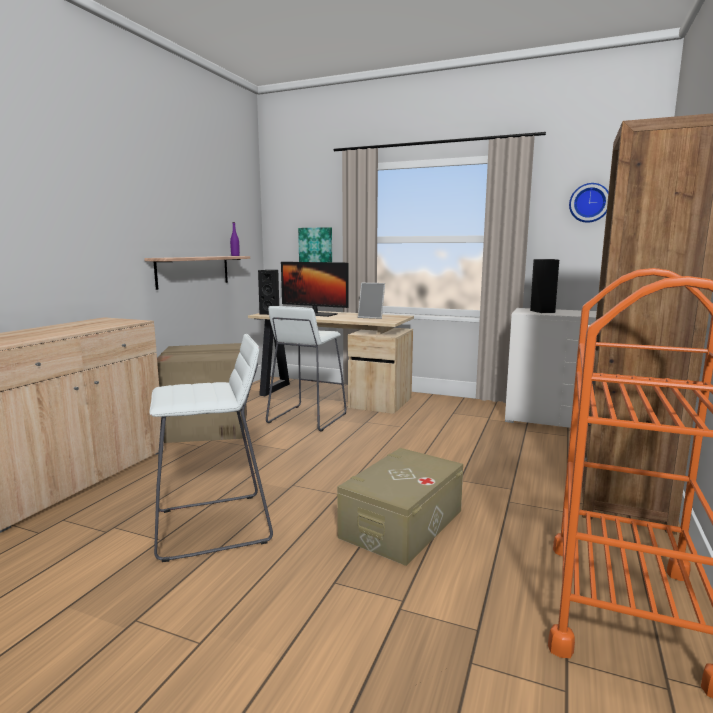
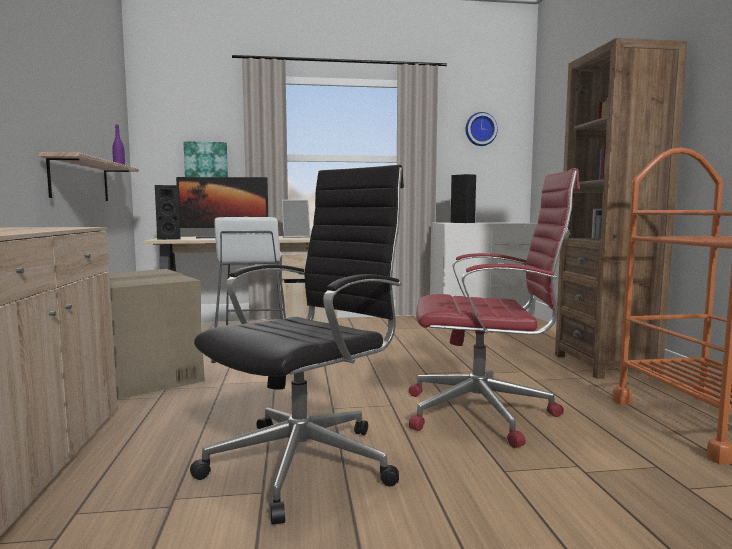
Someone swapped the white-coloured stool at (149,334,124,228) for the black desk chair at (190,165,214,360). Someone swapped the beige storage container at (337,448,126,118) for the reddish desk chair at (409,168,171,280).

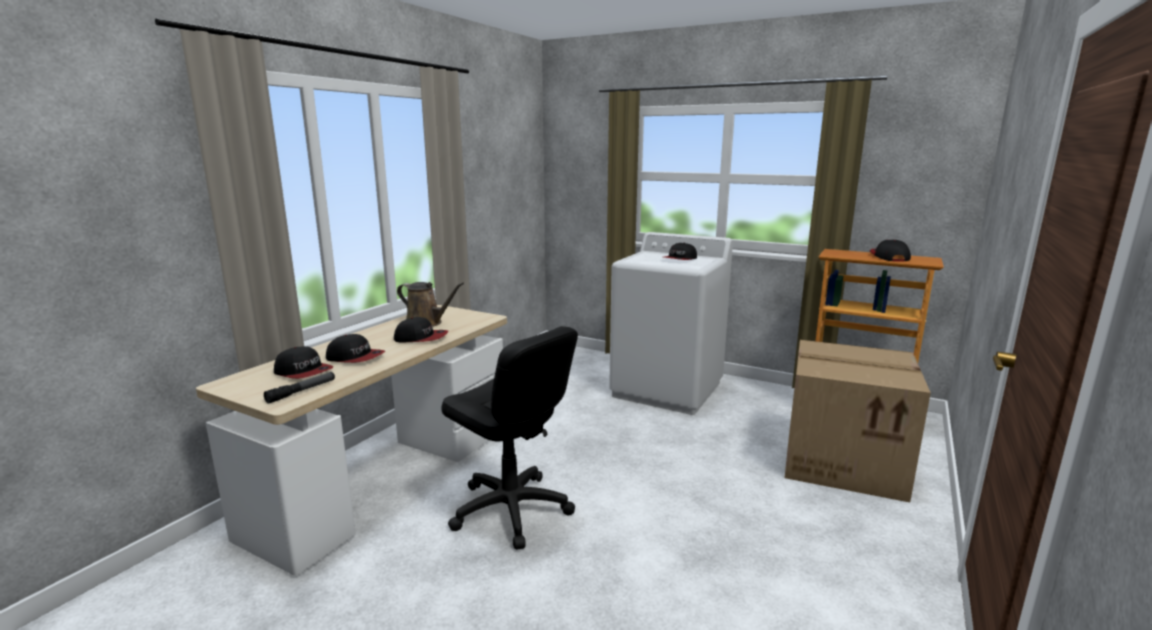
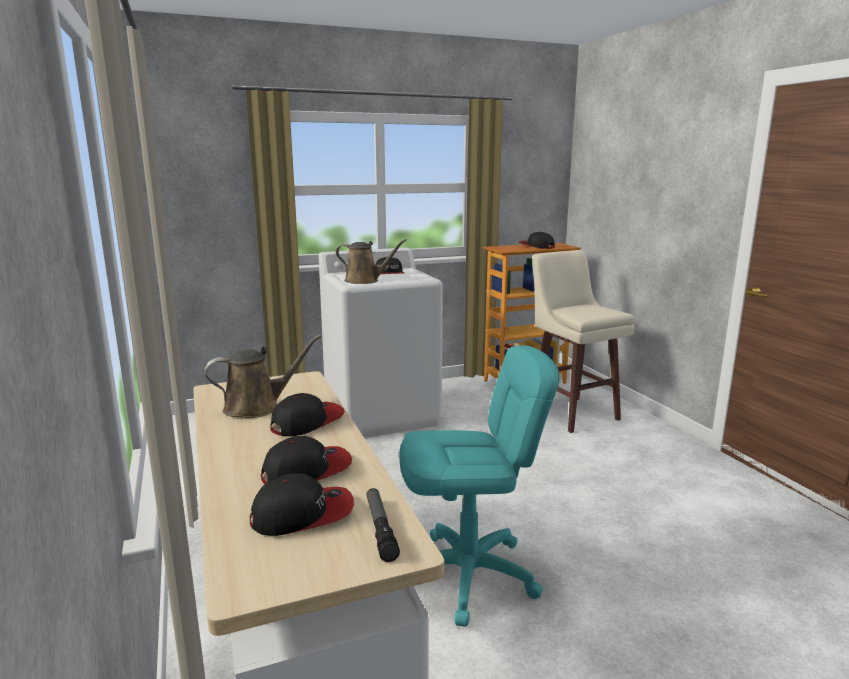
Someone repainted the black desk chair at (441,326,137,224), which became the turquoise-coloured desk chair at (399,346,161,281). Someone swapped the packing box at (785,340,146,162) for the beige stool at (532,250,103,183). Someone put down the brown-coloured sprinkling can at (336,239,71,45).

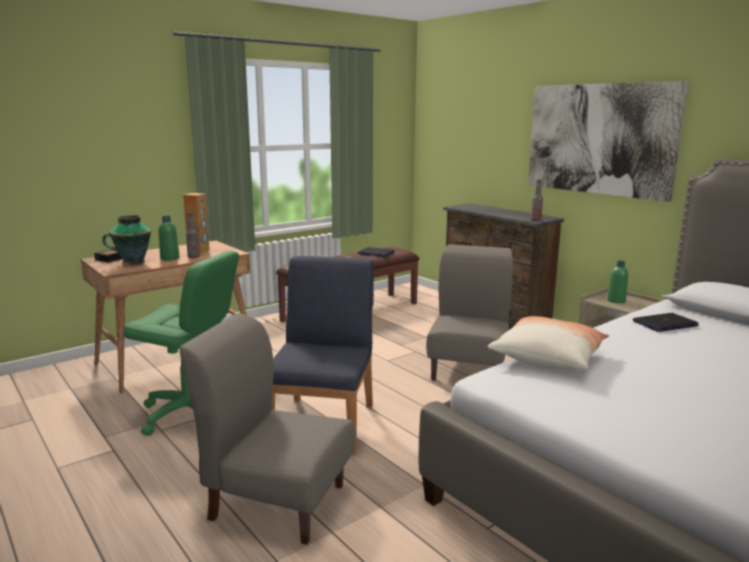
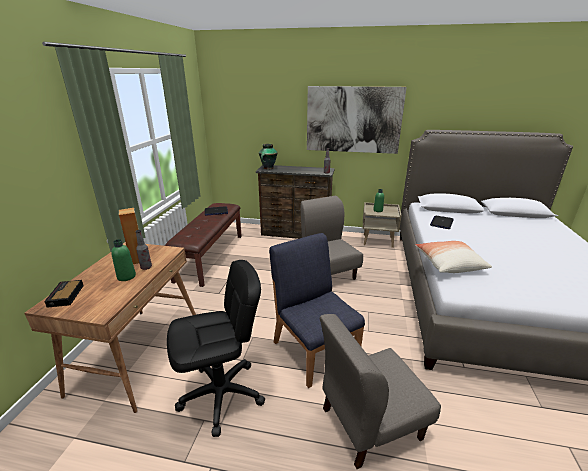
Someone carried the decorative vase from (102,215,49,51) to (259,144,19,25). Someone repainted the green-coloured desk chair at (123,251,116,185), which became the black desk chair at (167,260,98,177).

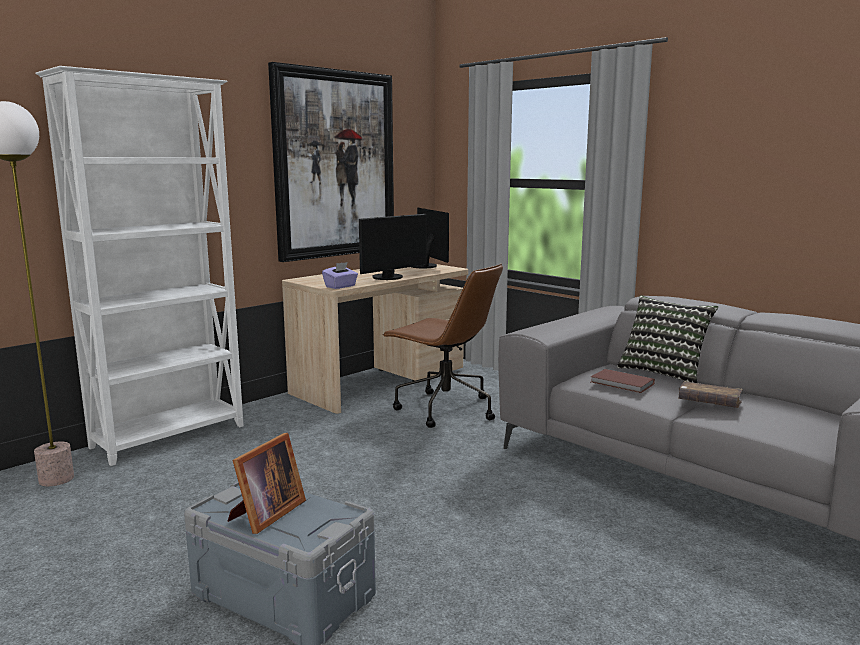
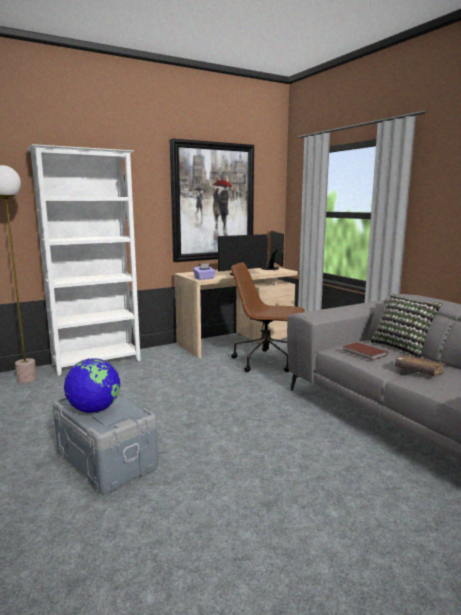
Someone swapped the picture frame at (228,433,78,101) for the desk globe at (64,358,56,55). Someone rotated the brown-coloured desk chair at (382,264,121,164) by 150 degrees clockwise.

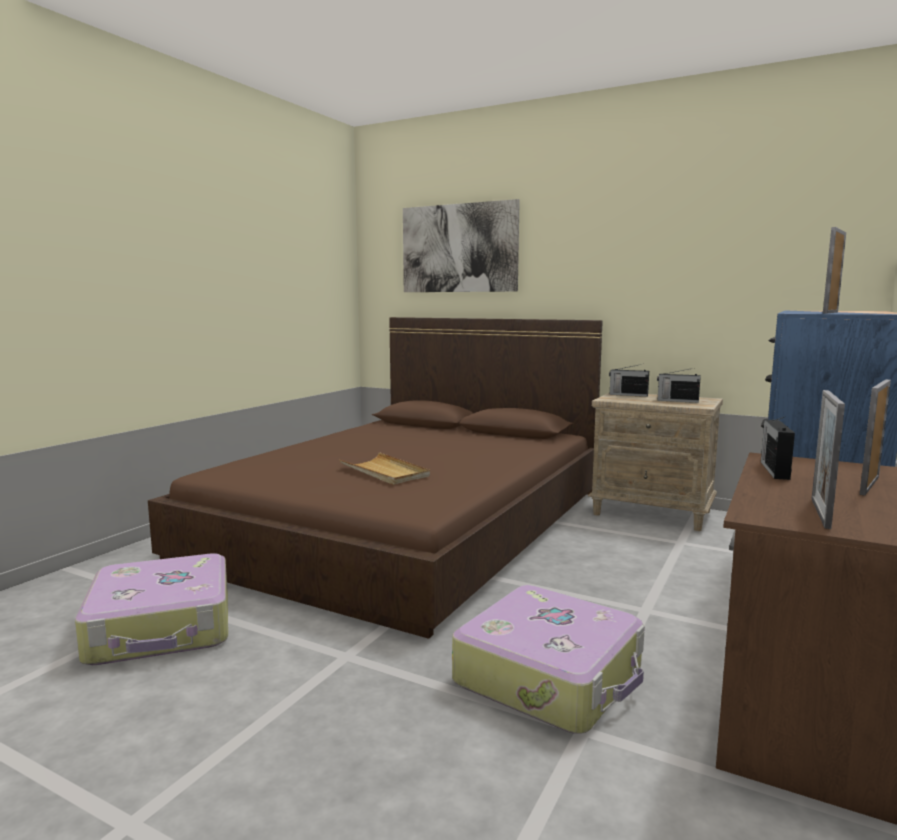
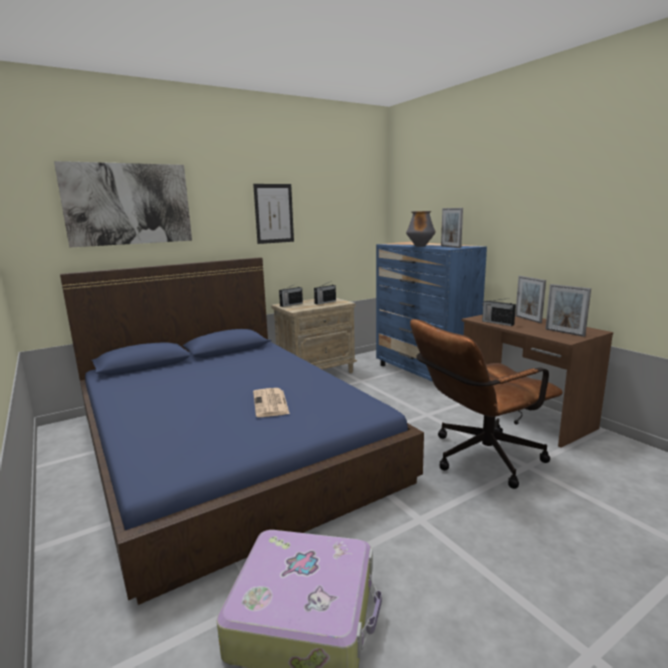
Someone repainted the brown-coloured bedroom bed at (148,317,455,322), which became the bluish bedroom bed at (60,257,364,348). Someone swapped the beige tray at (340,452,90,33) for the newspaper at (253,388,37,29). Someone swapped the suitcase at (452,585,193,149) for the brown-coloured desk chair at (410,319,153,170). Someone put up the wall picture at (253,184,41,60). Someone put down the decorative vase at (406,211,29,36).

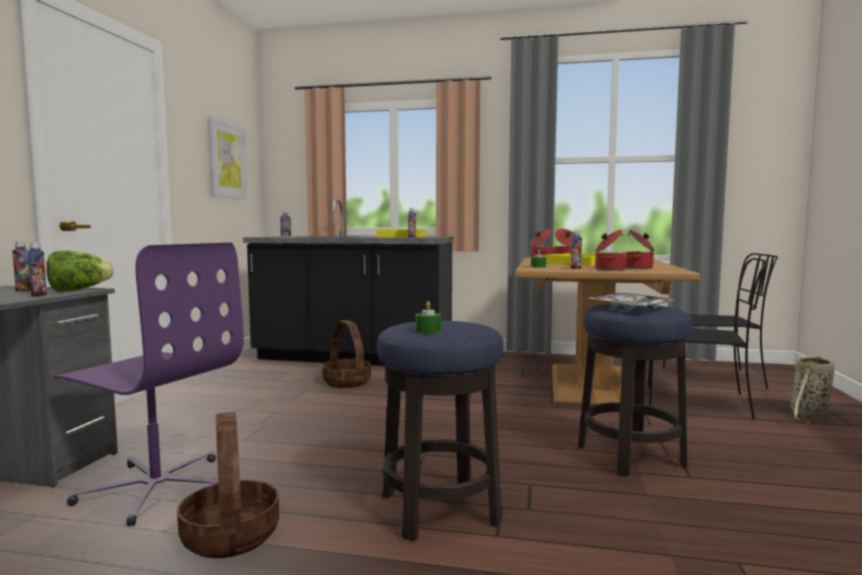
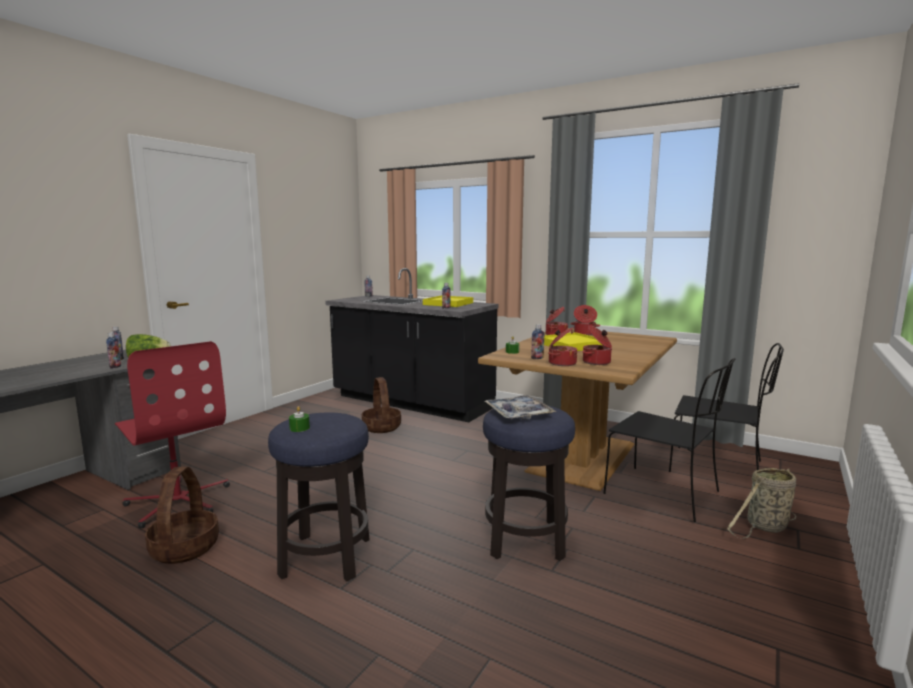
Someone repainted the purple-coloured desk chair at (53,243,191,283), which became the reddish desk chair at (115,341,115,187). Someone took away the wall picture at (207,116,40,83).

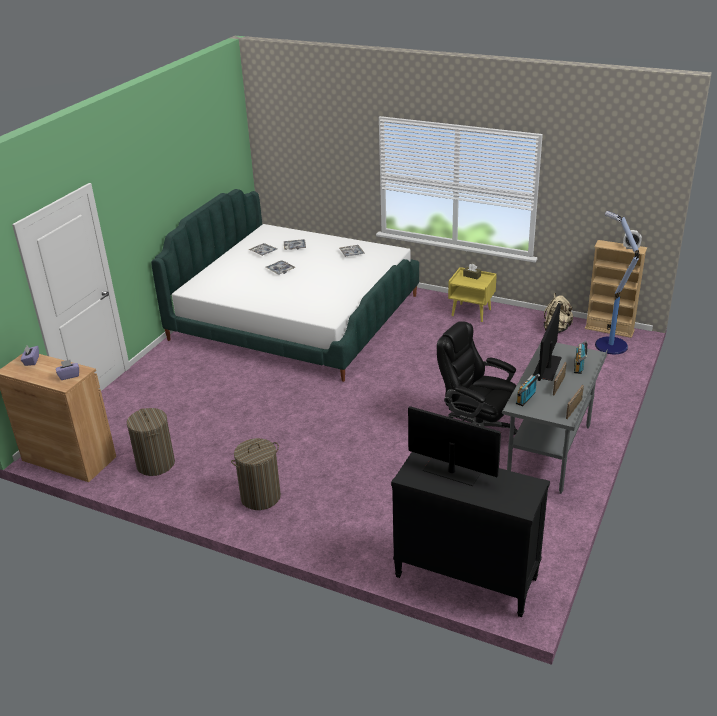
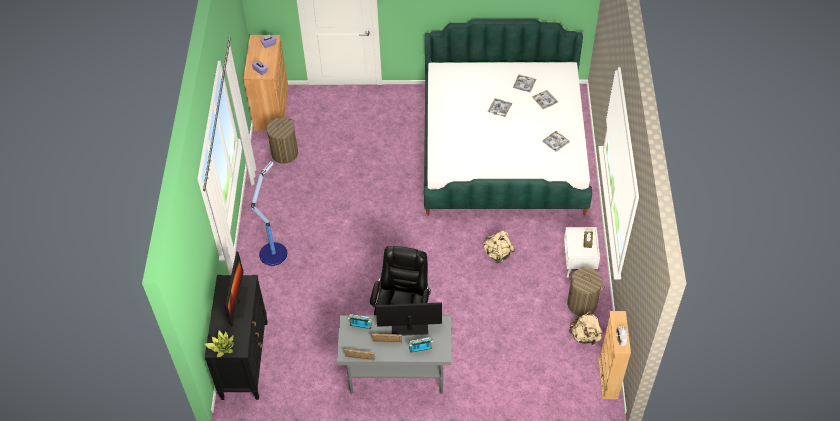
Someone carried the washing basket from (231,438,50,72) to (567,267,38,49). Someone repainted the yellow-coloured nightstand at (448,267,49,55), which became the white-coloured nightstand at (564,227,36,51). Someone carried the standard lamp from (595,211,44,143) to (251,161,36,105). Someone put down the potted plant at (204,330,30,27). Someone put down the beige knapsack at (483,231,32,32).

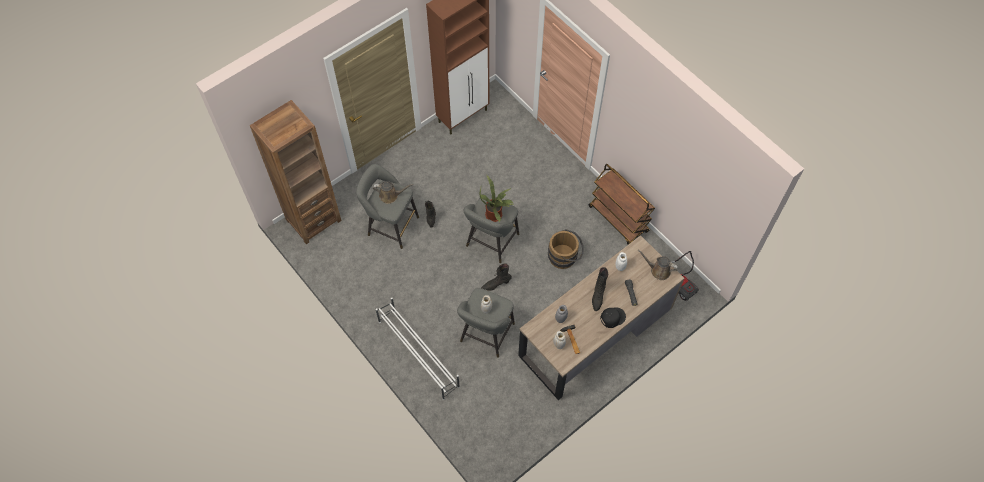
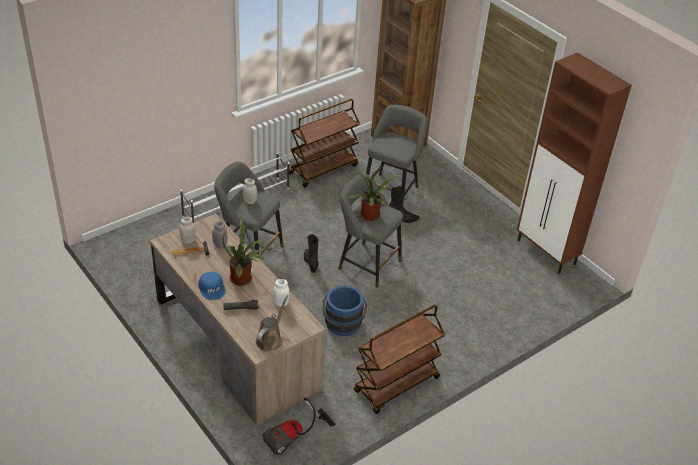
Someone took away the brown-coloured sprinkling can at (373,181,40,23). Someone repainted the brown-coloured pail at (548,229,36,40), which became the bluish pail at (323,286,44,50). Someone swapped the black high-top boot at (592,267,16,44) for the potted plant at (223,219,41,67). Someone repainted the black baseball cap at (600,307,26,21), which became the bluish baseball cap at (198,272,28,28). Someone put down the brown-coloured wheeled cart at (289,99,71,88).

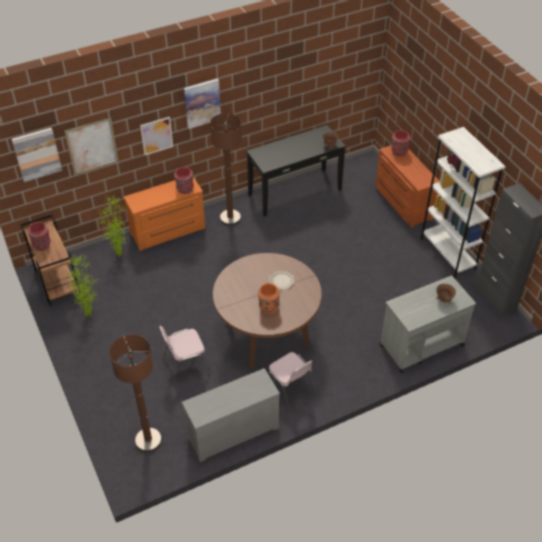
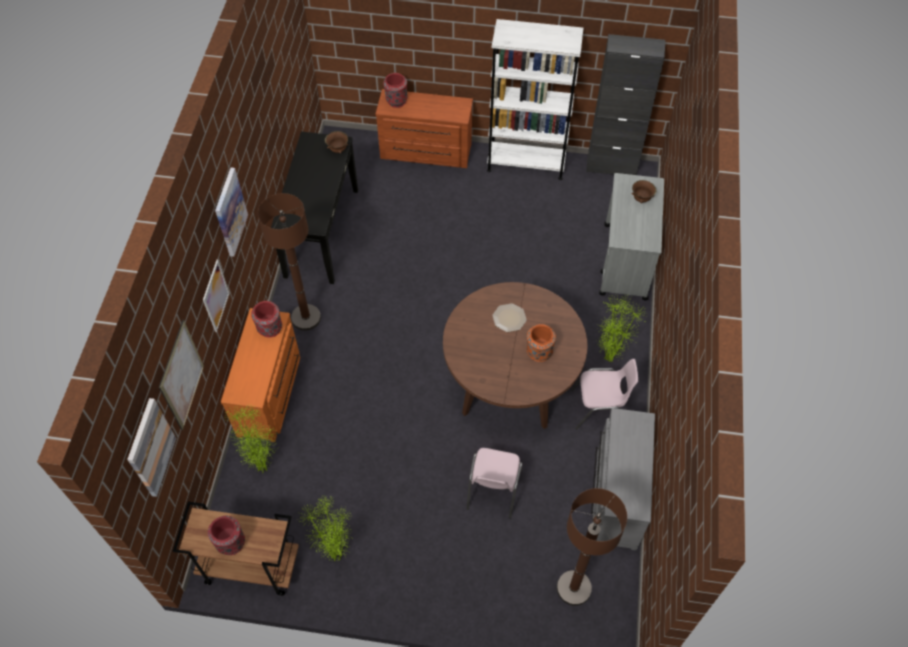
Someone put down the potted plant at (598,295,47,67).

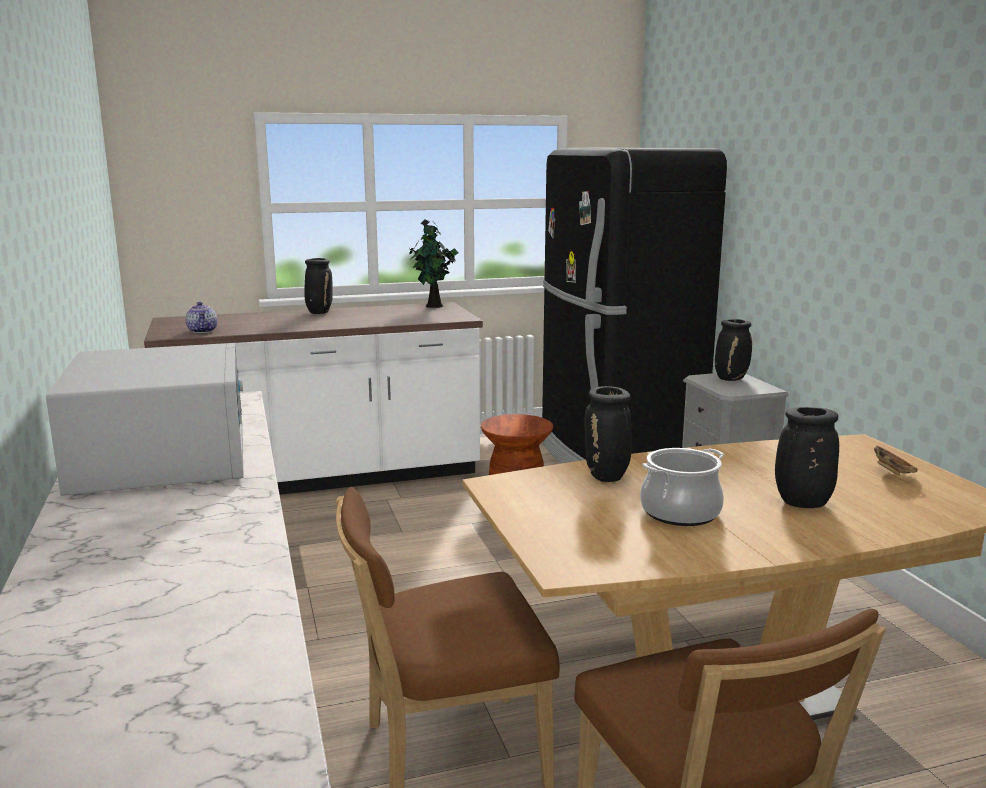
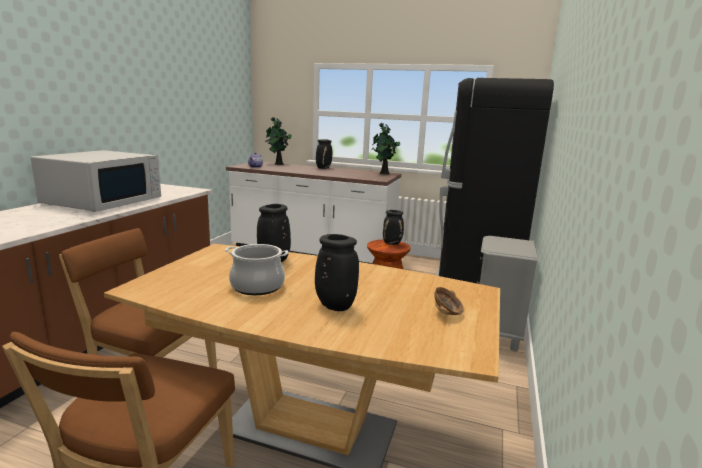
Someone carried the black decorative vase from (715,319,37,62) to (383,210,21,35). Someone put down the potted plant at (266,117,25,48).

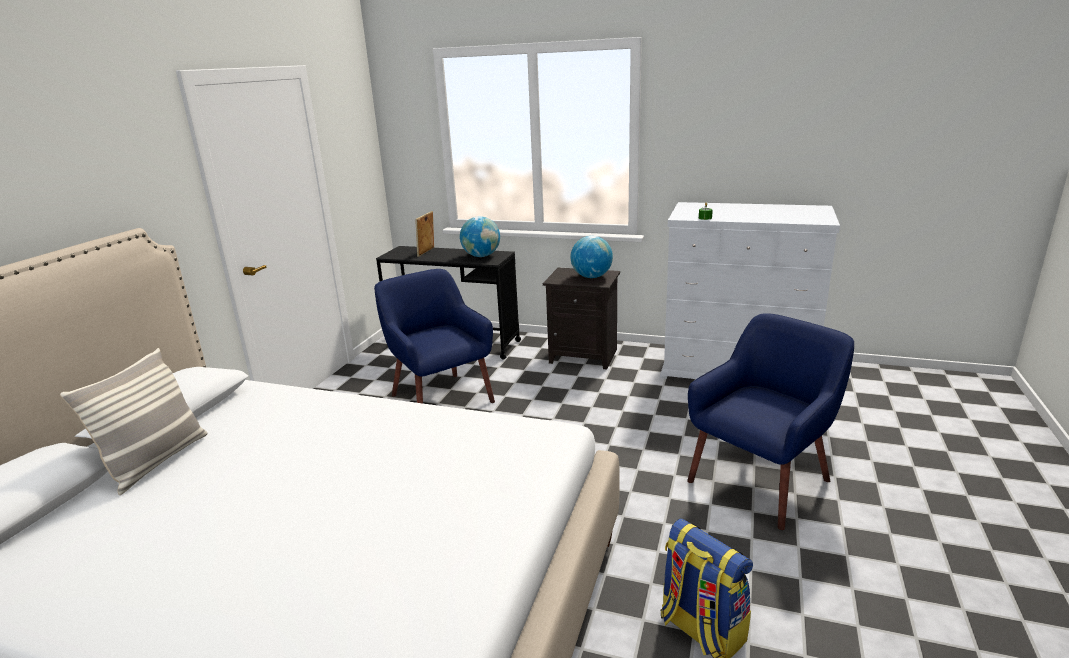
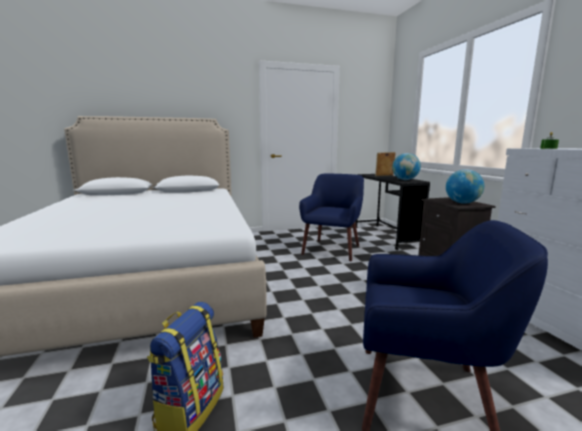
Someone took away the cushion at (60,348,148,147).

